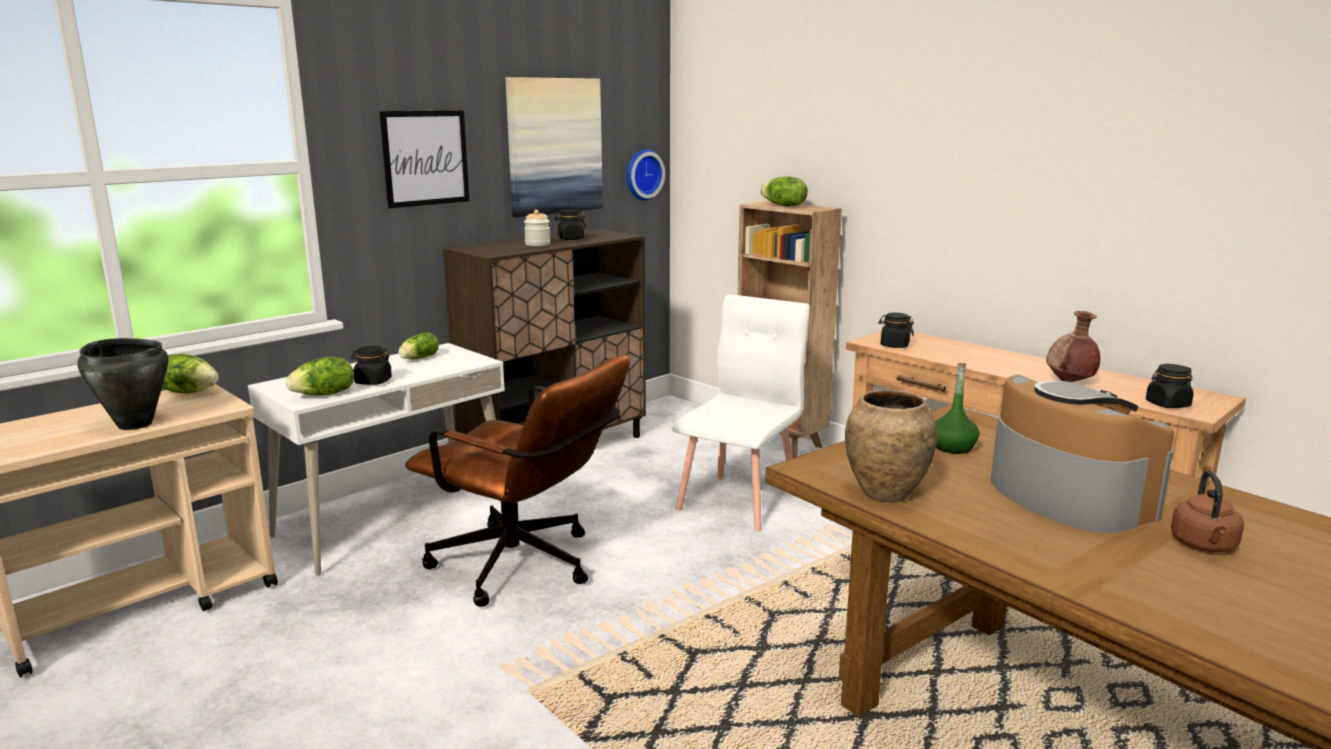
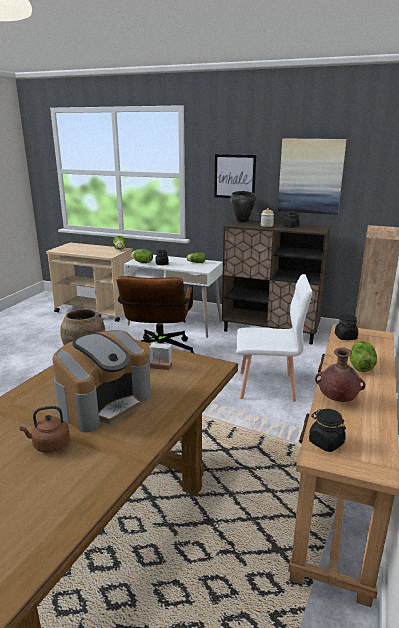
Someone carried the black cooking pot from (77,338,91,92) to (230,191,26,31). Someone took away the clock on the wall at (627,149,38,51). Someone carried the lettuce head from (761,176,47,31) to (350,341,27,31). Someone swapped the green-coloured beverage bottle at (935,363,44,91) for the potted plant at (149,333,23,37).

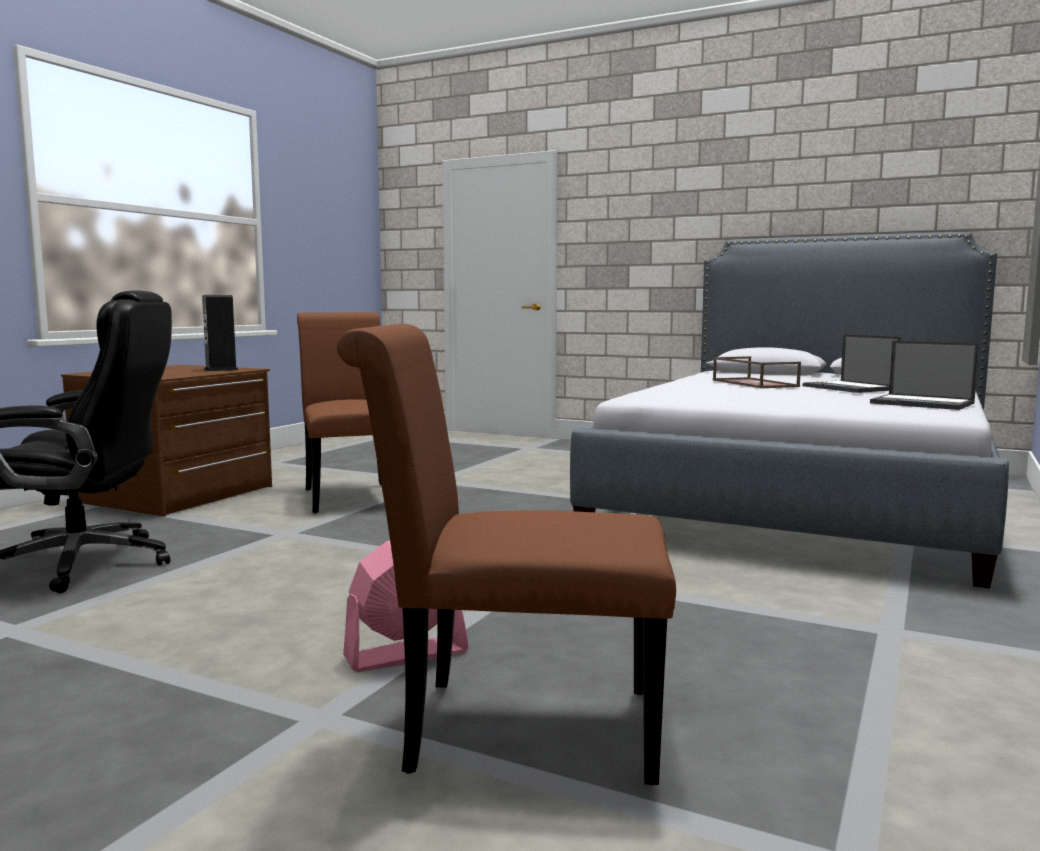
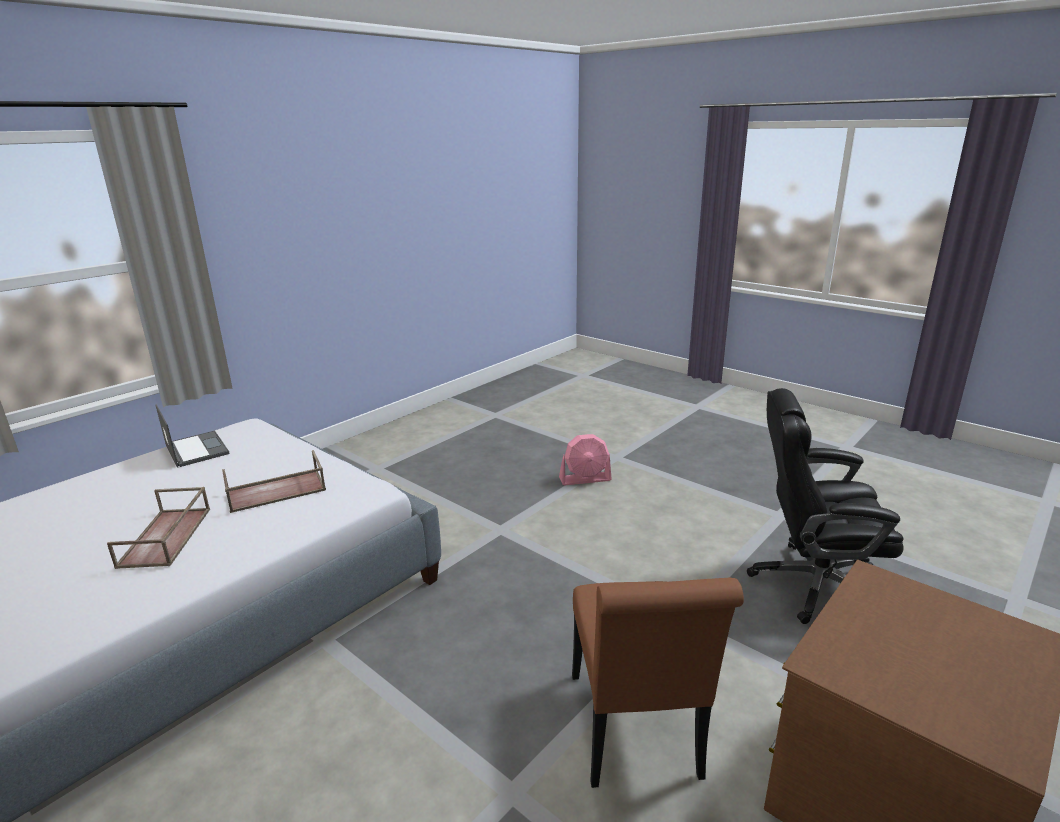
Someone took away the loudspeaker at (202,295,36,76). Someone took away the brown-coloured chair at (337,324,339,461). Someone took away the portable computer at (803,334,98,59). Someone put down the brown-coloured tray at (222,450,104,63).

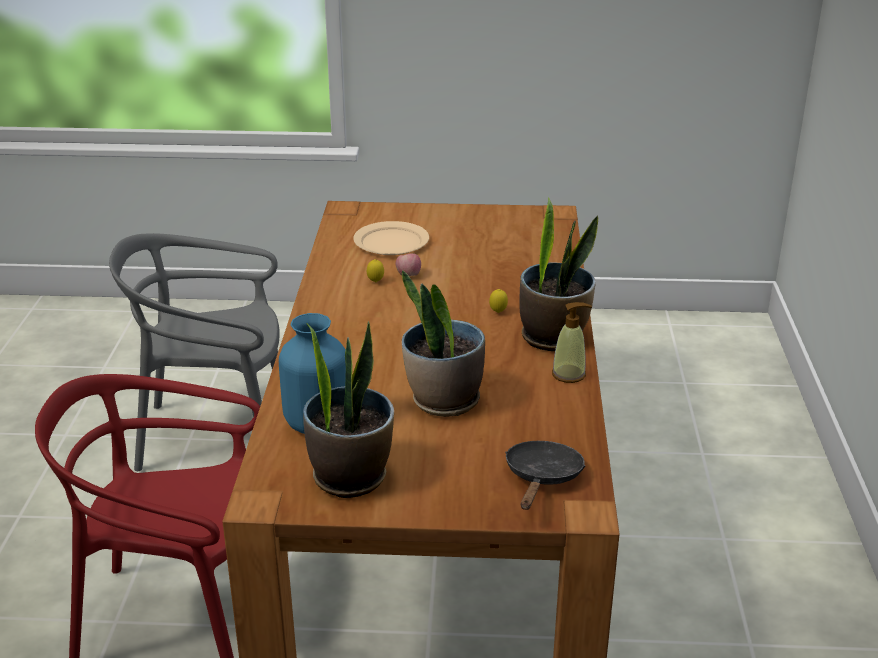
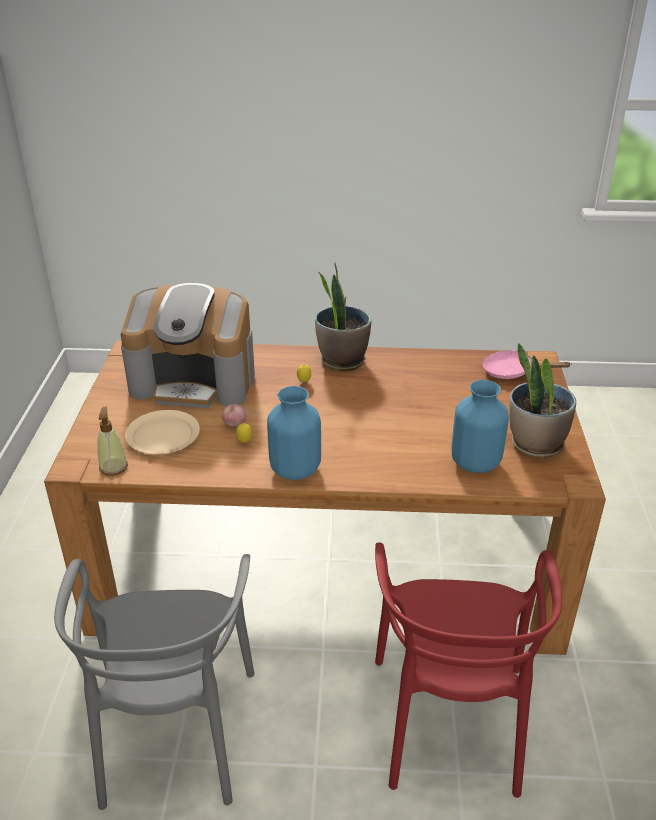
Someone took away the potted plant at (402,270,83,147). Someone repainted the black frying pan at (505,441,81,69), which became the pink-coloured frying pan at (483,350,87,29). Someone carried the liquid soap bottle from (552,302,40,81) to (97,407,31,69). Someone put down the coffee machine at (121,283,134,125). Someone put down the bluish decorative vase at (267,386,54,94).

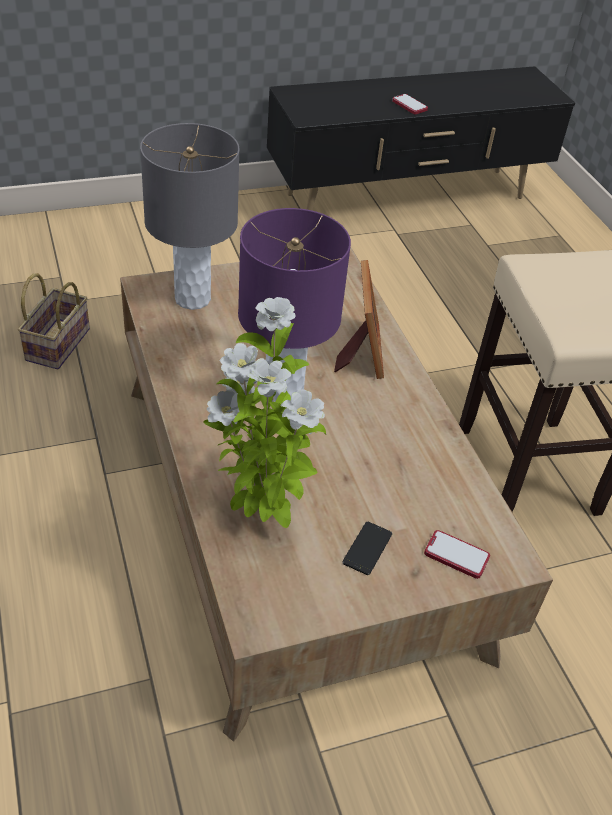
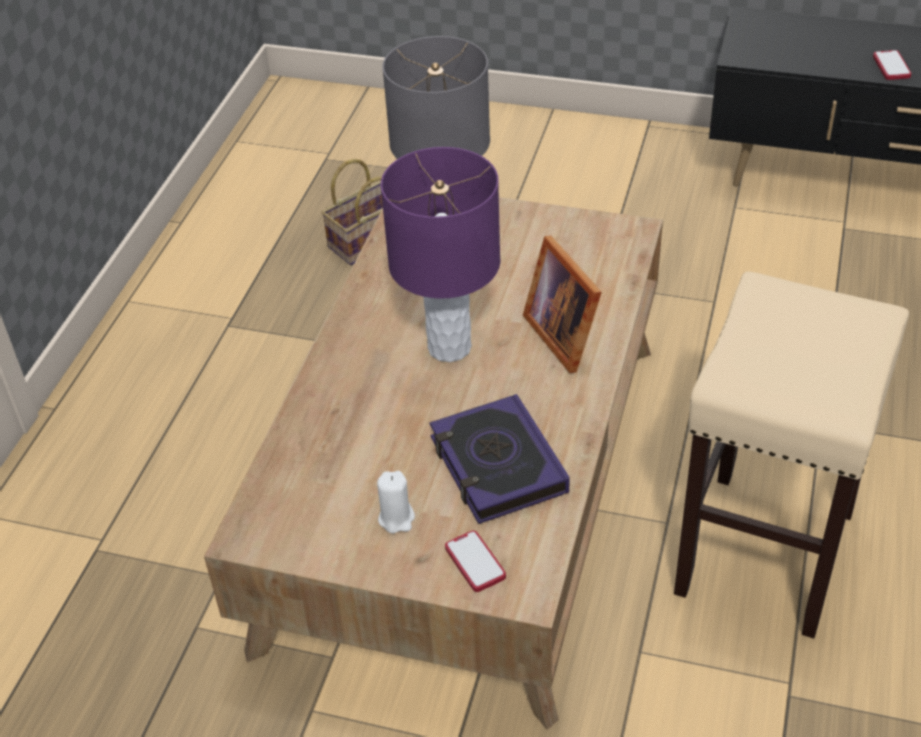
Someone took away the potted plant at (204,297,122,231). Someone rotated the picture frame at (334,260,50,119) by 120 degrees clockwise. Someone swapped the handset at (342,522,50,53) for the white-coloured wax light at (377,471,38,62). Someone put down the volume at (429,394,141,130).

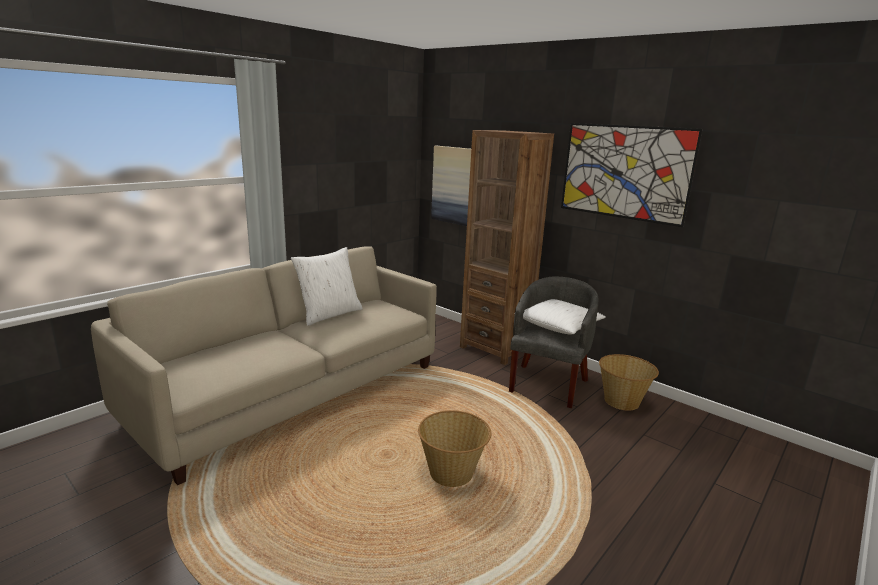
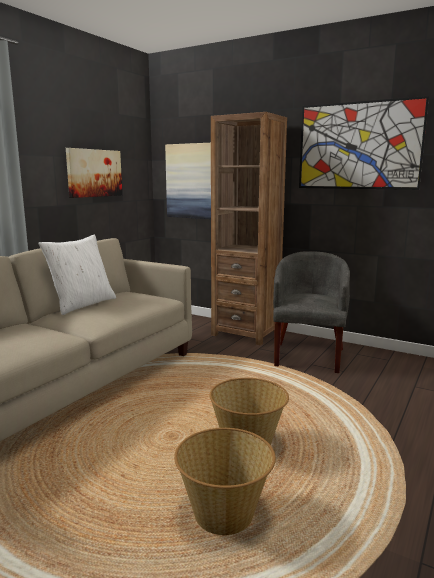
Someone took away the white-coloured cushion at (514,299,92,35). Someone carried the storage basket from (599,354,60,57) to (174,428,102,107). Someone put up the wall picture at (66,148,56,50).

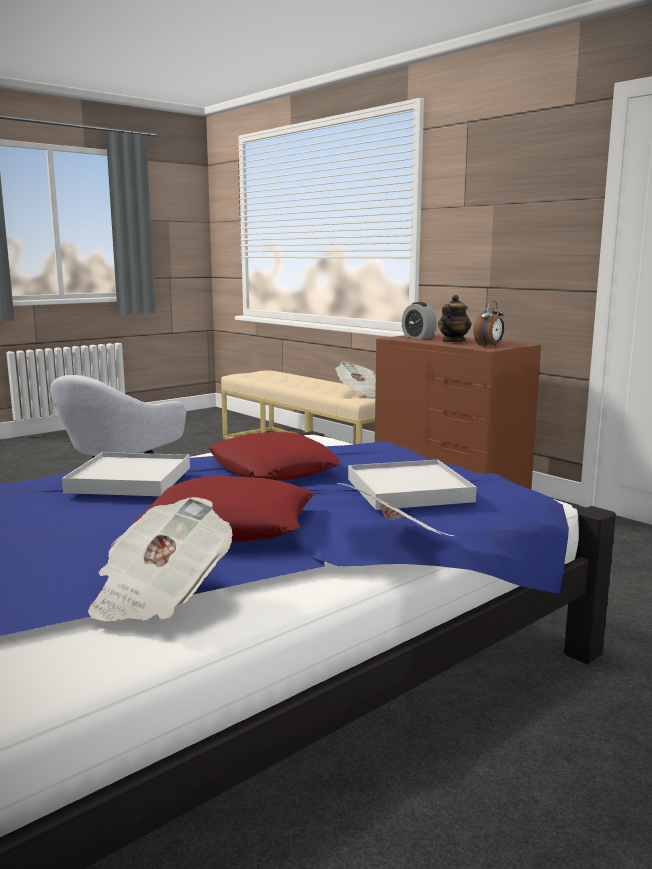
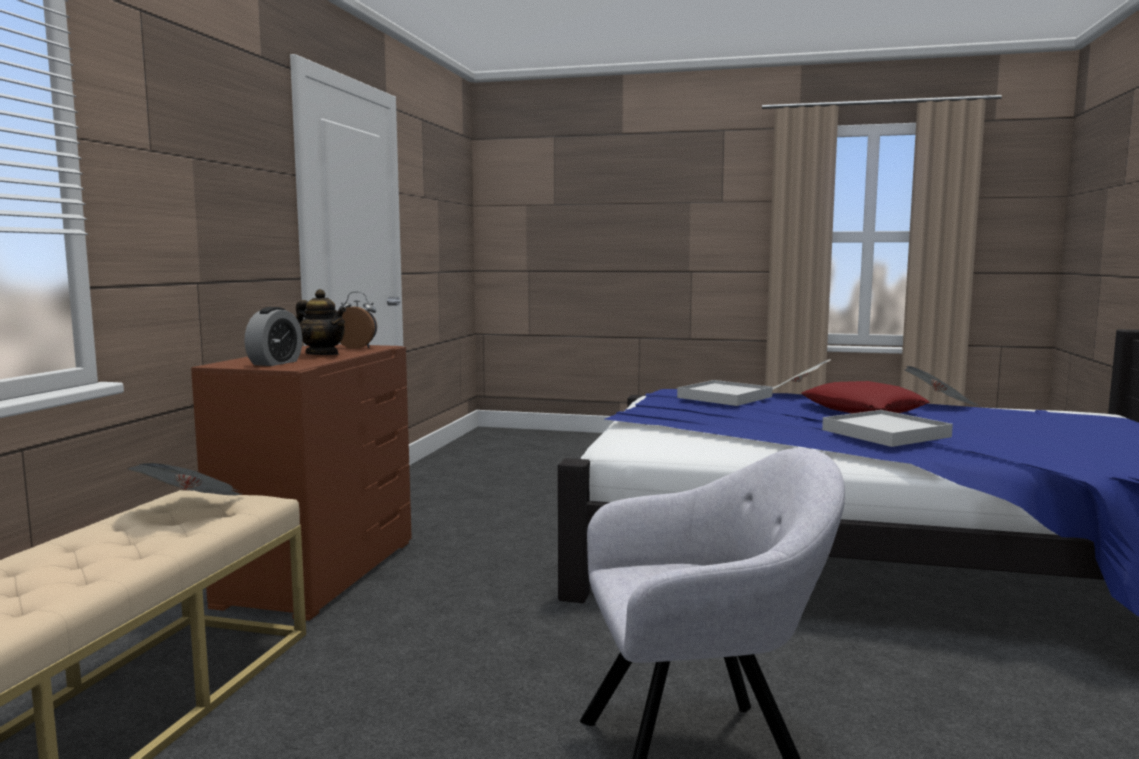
Someone took away the reddish cushion at (209,432,131,48). Someone rotated the teapot at (438,295,33,47) by 150 degrees counterclockwise.

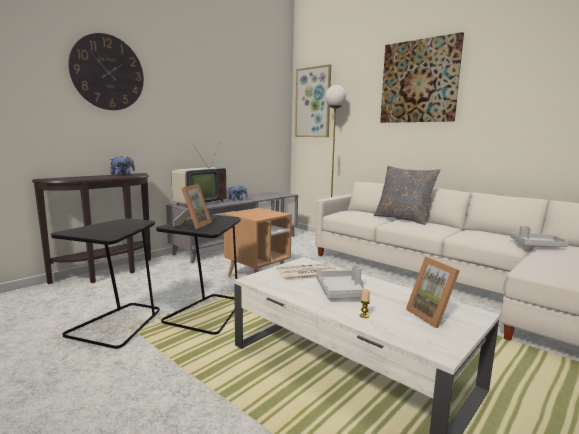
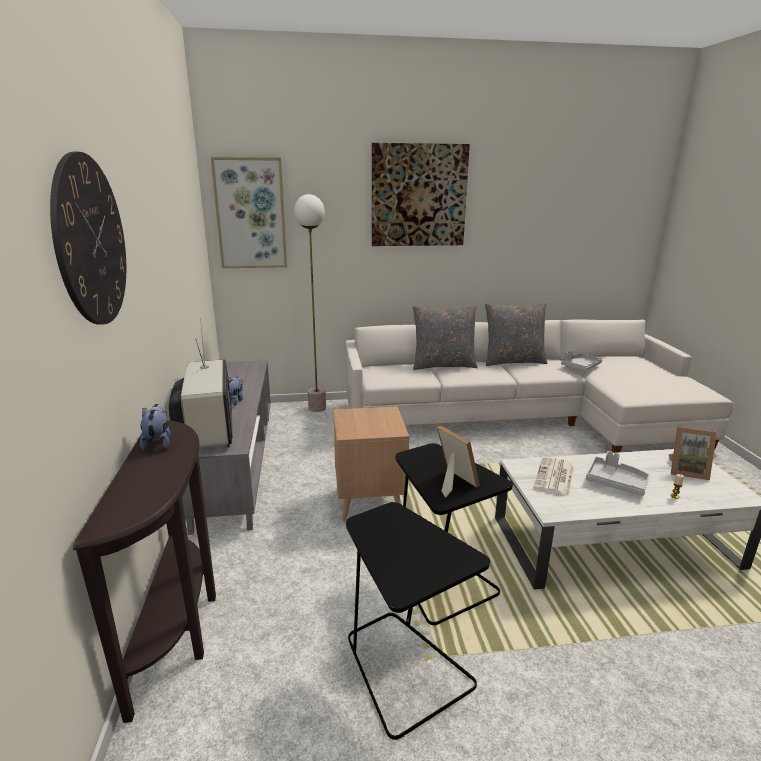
Someone put down the greyish cushion at (485,302,63,64).

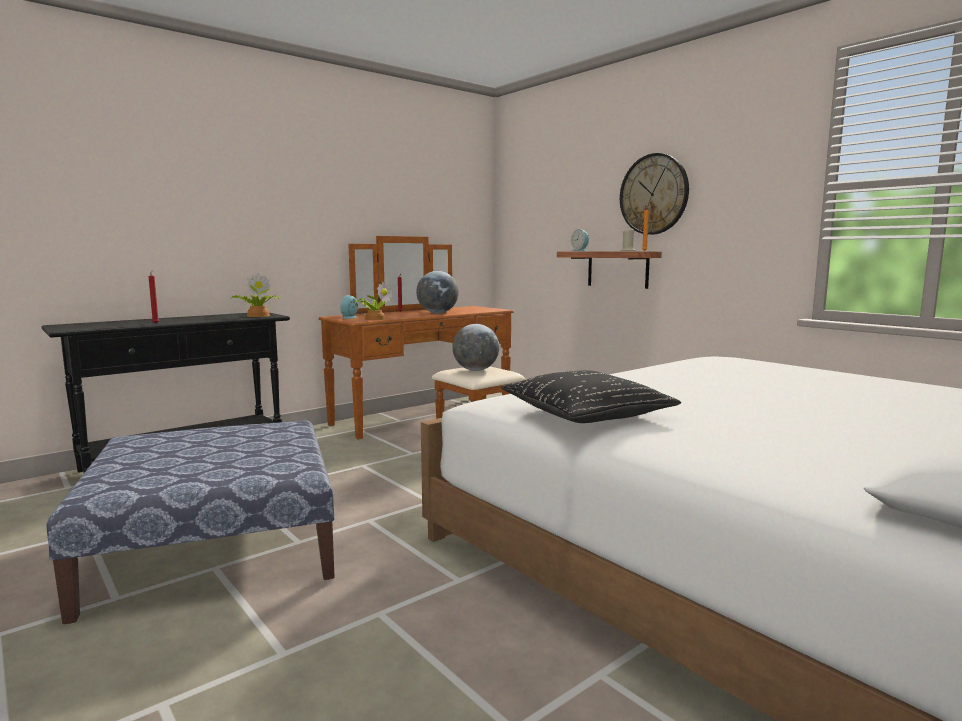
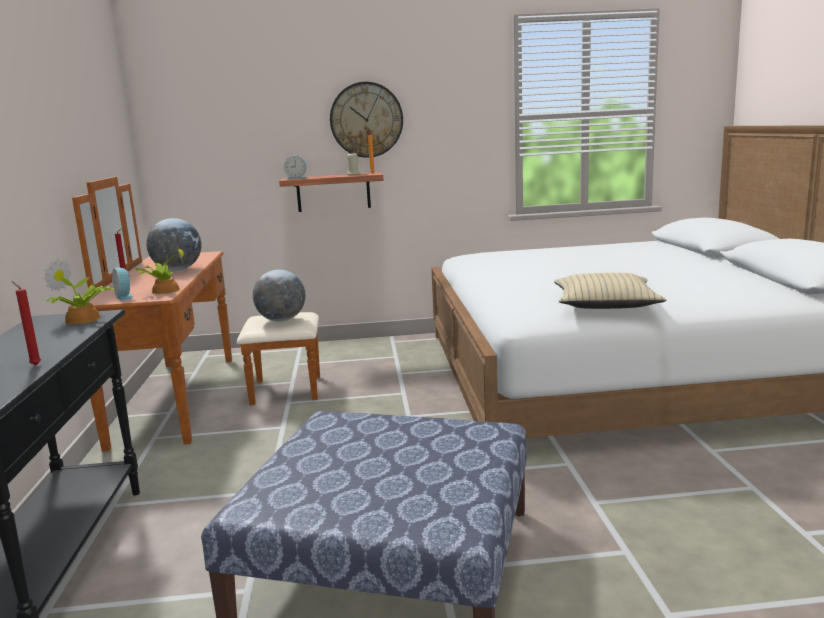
Someone repainted the black cushion at (501,370,180,53), which became the beige cushion at (554,273,113,36).

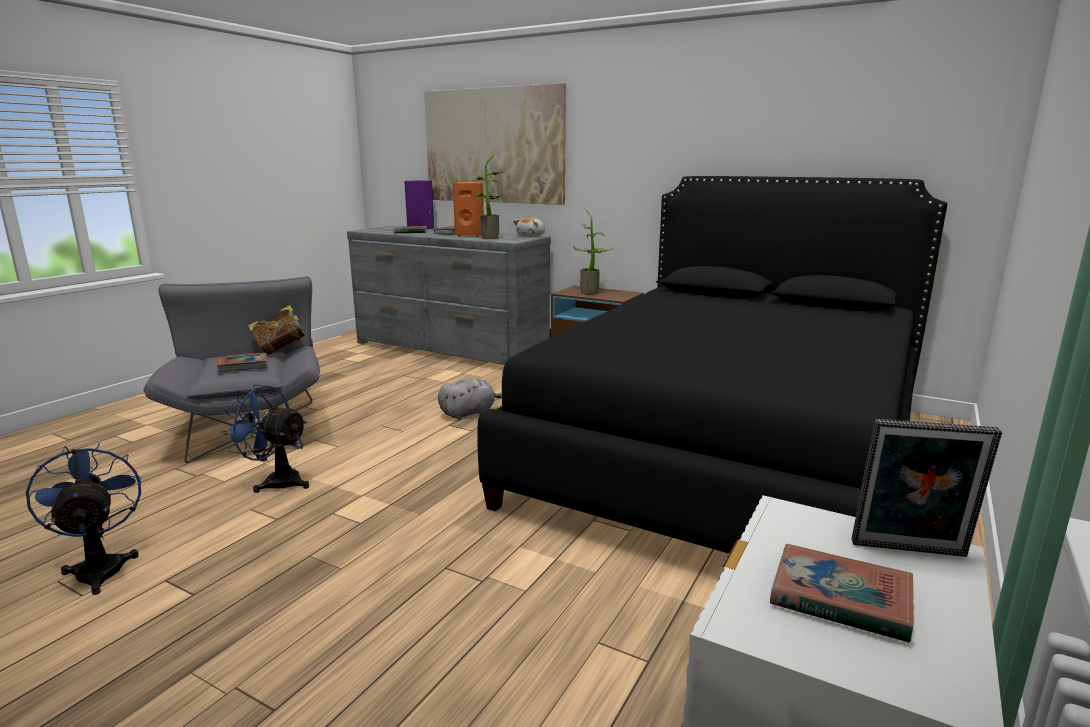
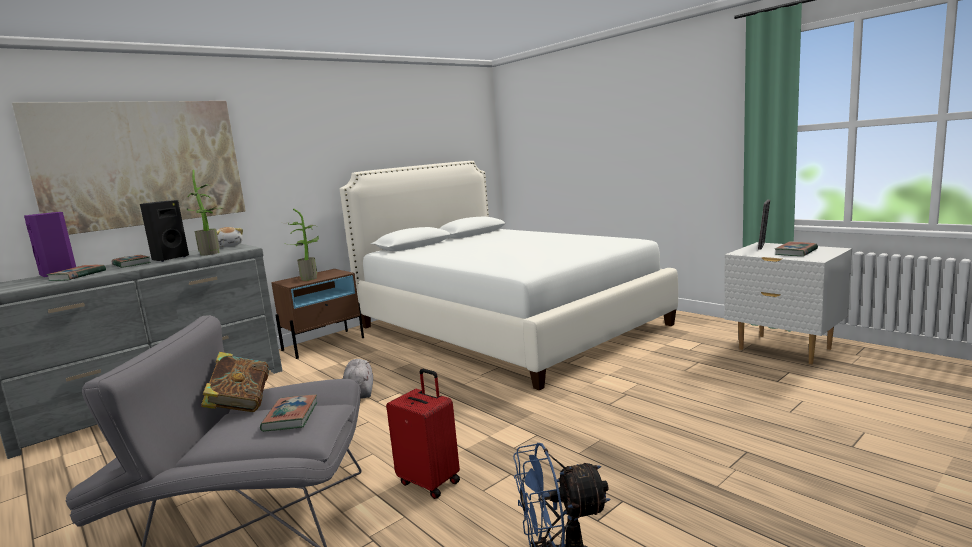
Someone swapped the bluish cooling fan at (221,384,88,109) for the reddish suitcase at (386,369,74,130). Someone repainted the orange loudspeaker at (453,182,31,55), which became the black loudspeaker at (140,200,49,62). Someone repainted the black bedroom bed at (477,176,470,377), which became the white-coloured bedroom bed at (340,161,338,229).

